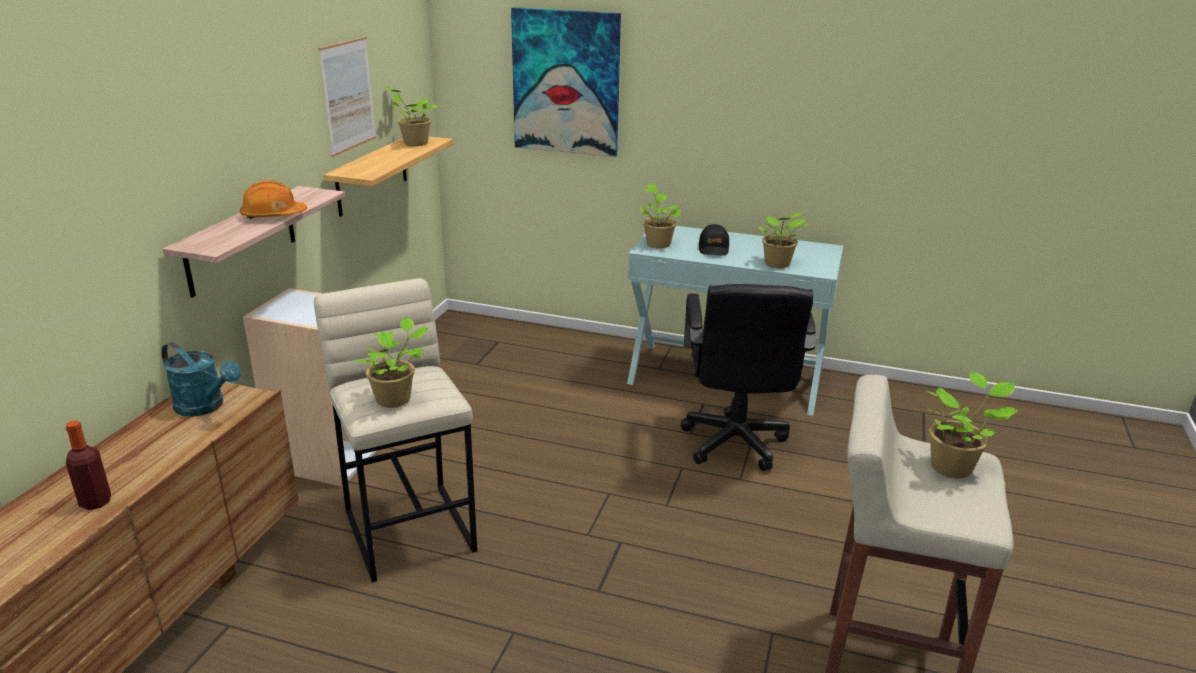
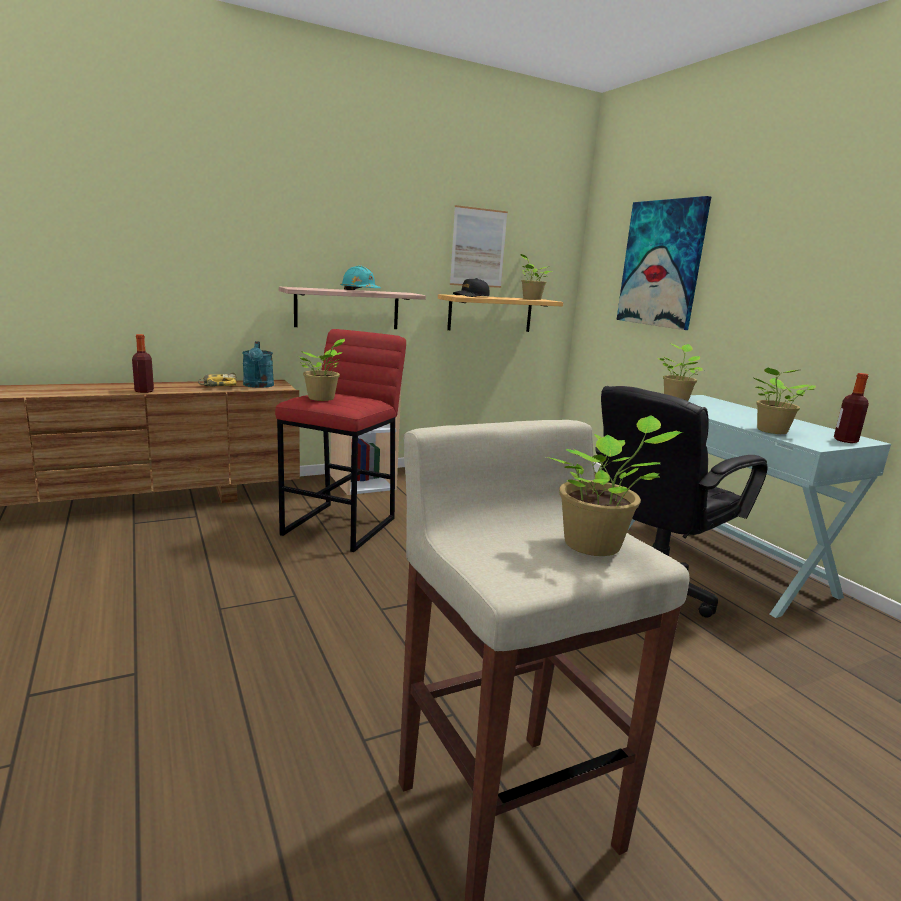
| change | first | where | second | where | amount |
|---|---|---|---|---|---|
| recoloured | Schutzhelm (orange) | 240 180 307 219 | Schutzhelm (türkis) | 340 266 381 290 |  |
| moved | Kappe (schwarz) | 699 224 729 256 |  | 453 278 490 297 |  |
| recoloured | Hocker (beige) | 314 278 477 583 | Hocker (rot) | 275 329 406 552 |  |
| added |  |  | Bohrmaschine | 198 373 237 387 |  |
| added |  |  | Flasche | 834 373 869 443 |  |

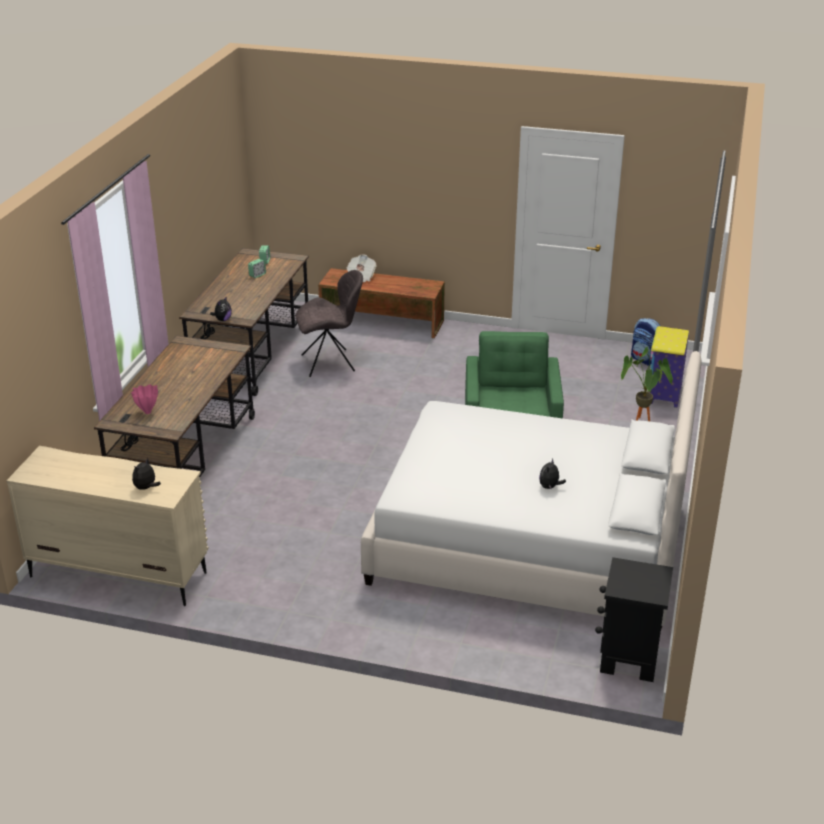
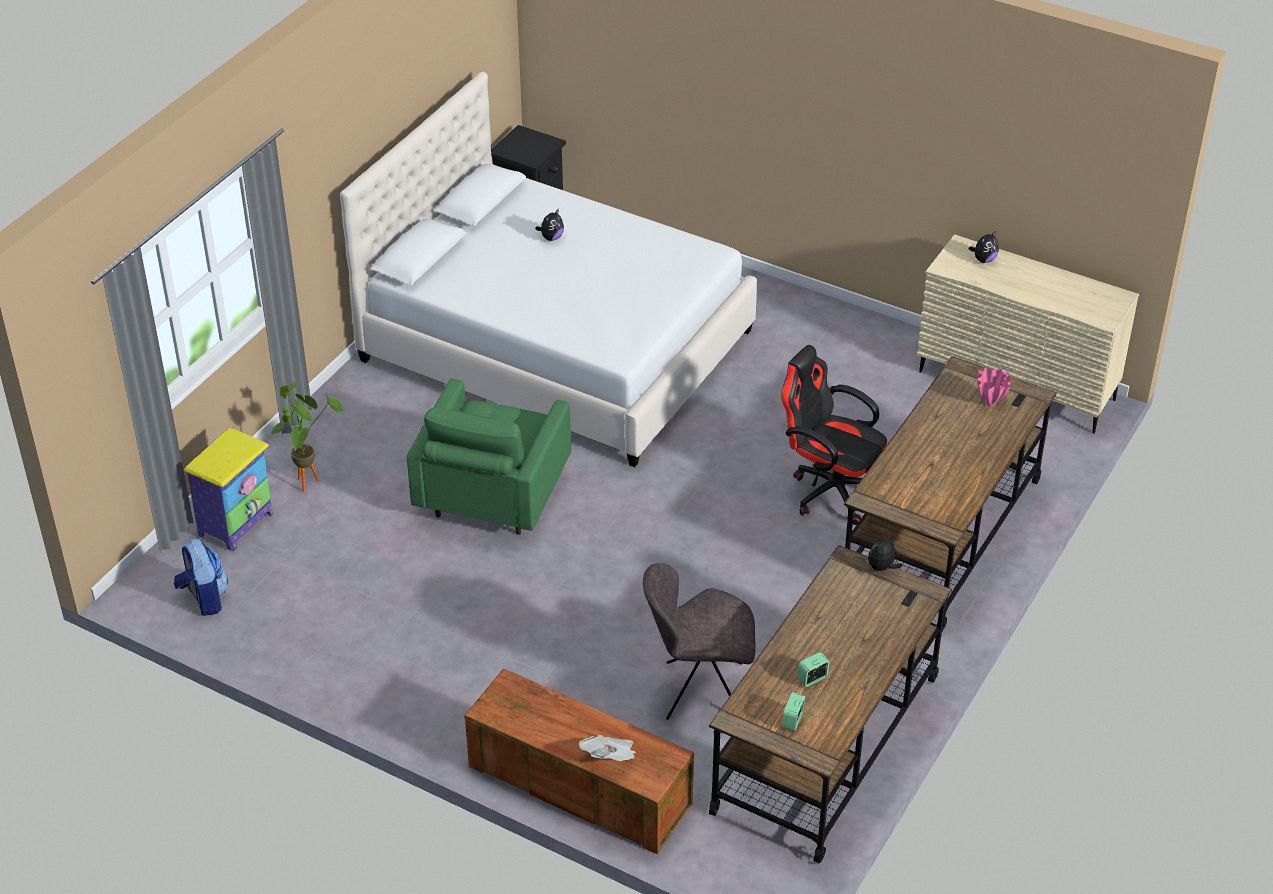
| change | first | where | second | where | amount |
|---|---|---|---|---|---|
| added |  |  | Bürostuhl (schwarz) | 781 345 887 525 |  |

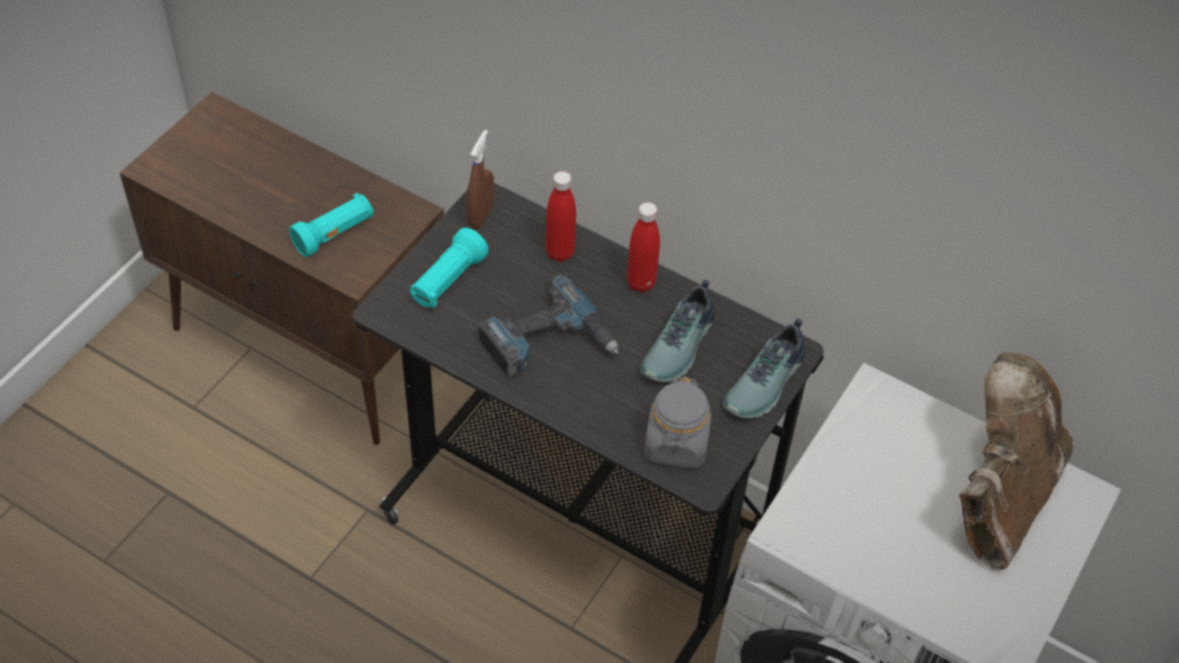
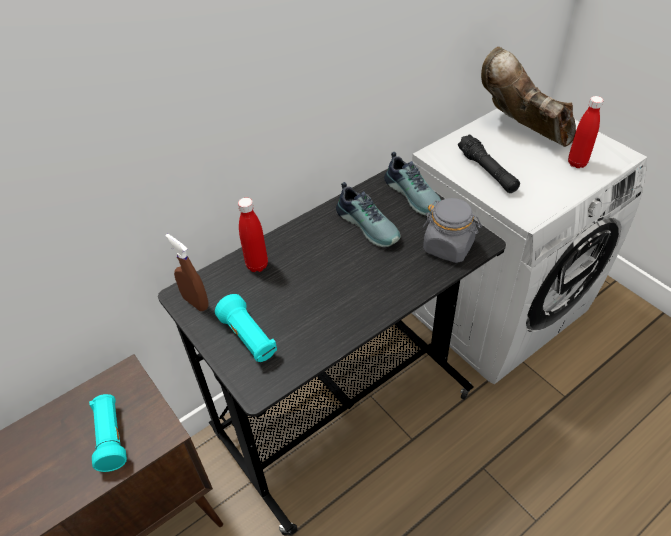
| change | first | where | second | where | amount |
|---|---|---|---|---|---|
| moved | Flasche (rot) | 627 202 660 292 |  | 568 96 604 168 |  |
| removed | Bohrmaschine | 479 275 619 378 |  |  |  |
| added |  |  | Taschenlampe (schwarz) | 458 134 520 193 |  |

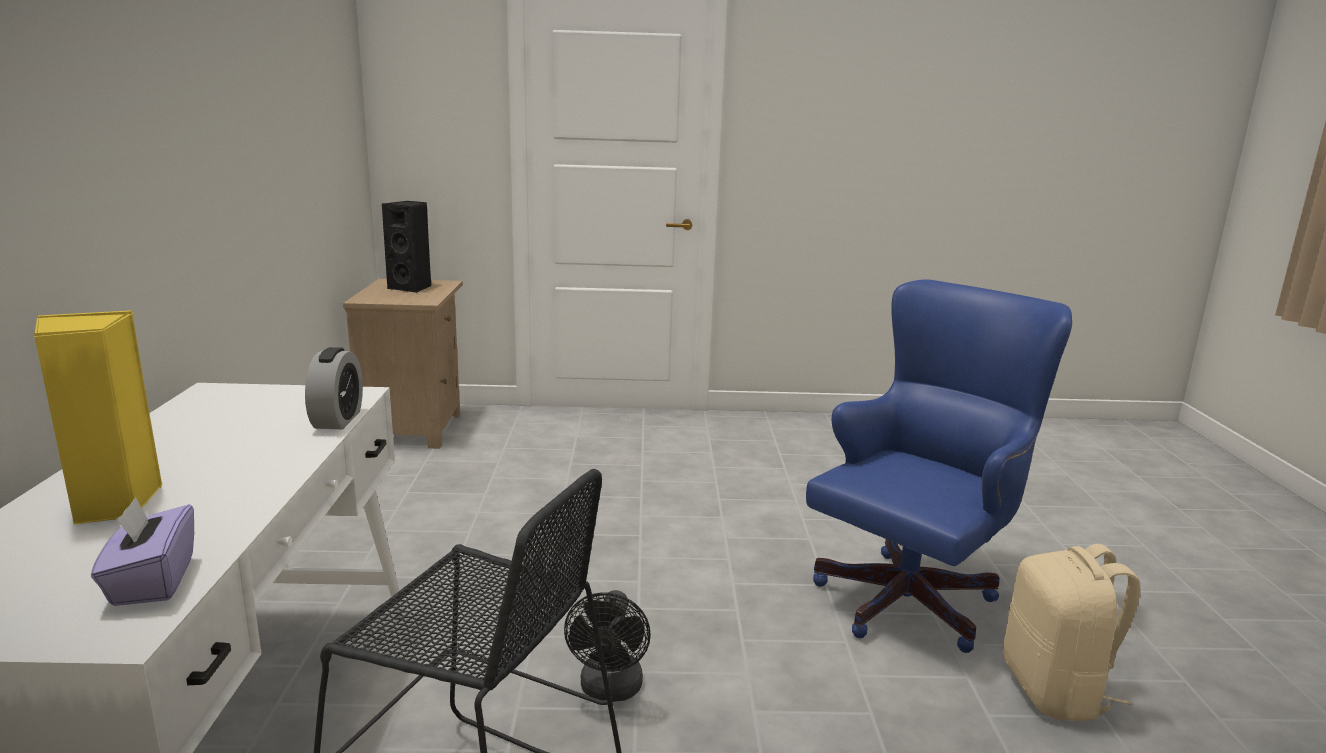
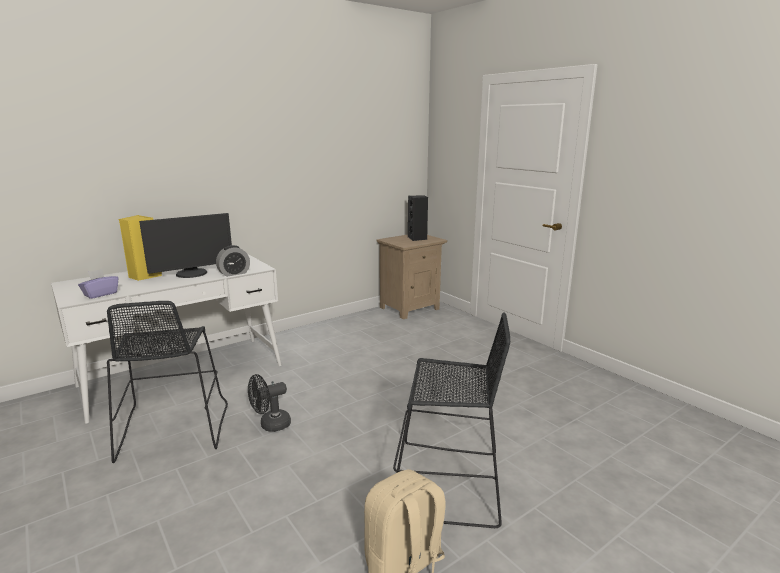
| change | first | where | second | where | amount |
|---|---|---|---|---|---|
| replaced | Bürostuhl (blau) | 806 279 1072 653 | Hocker (schwarz) | 393 312 510 528 |  |
| added |  |  | Monitor | 139 213 232 278 |  |

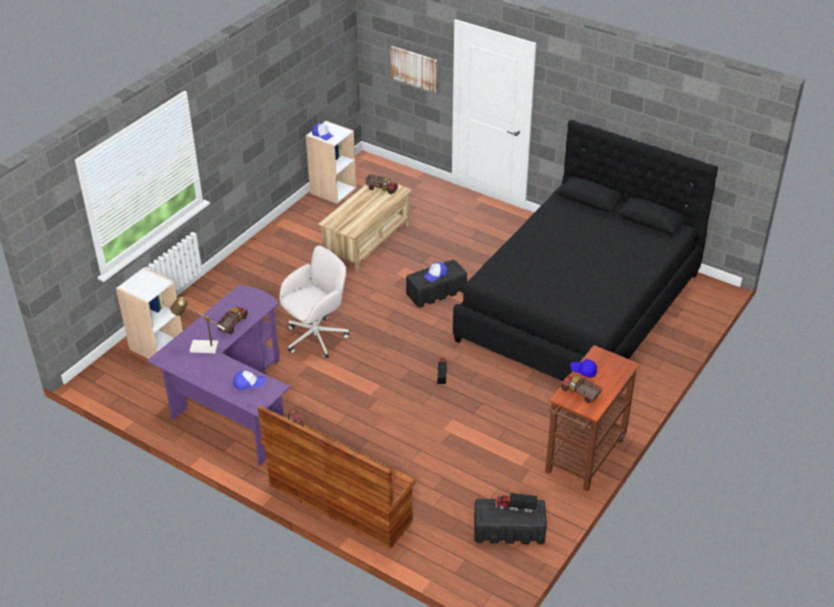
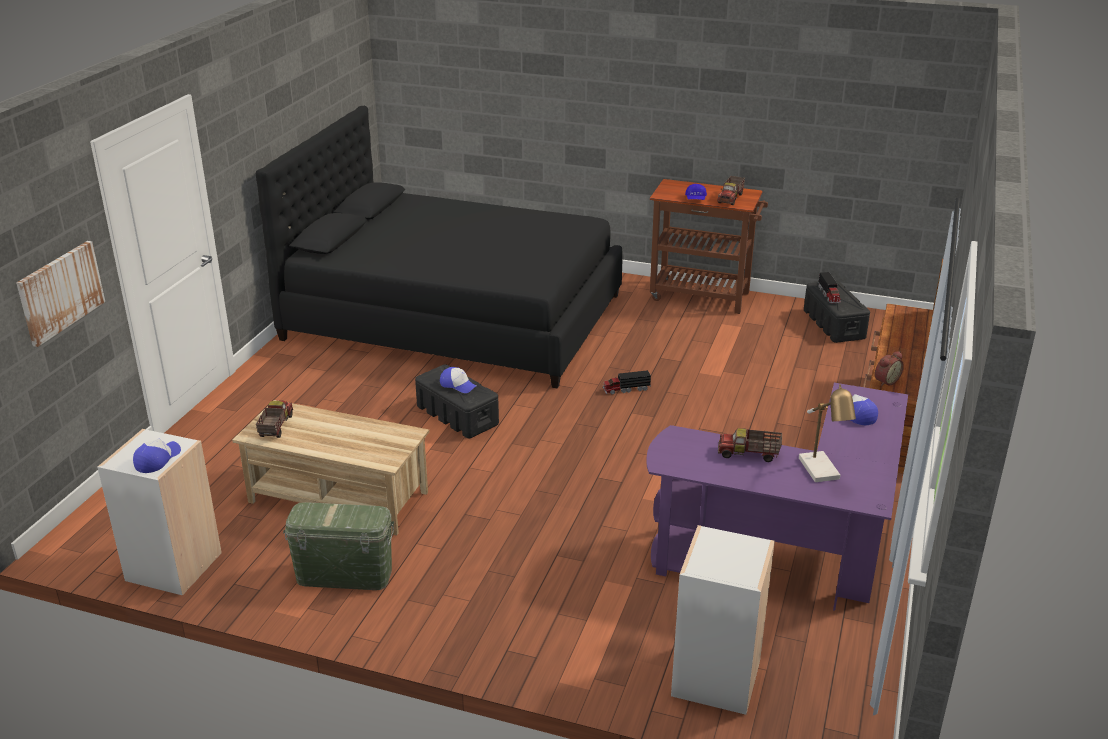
| change | first | where | second | where | amount |
|---|---|---|---|---|---|
| removed | Bürostuhl (weiß) | 280 245 349 358 |  |  |  |
| added |  |  | Aufbewahrungsbox (grün) | 283 502 394 590 |  |

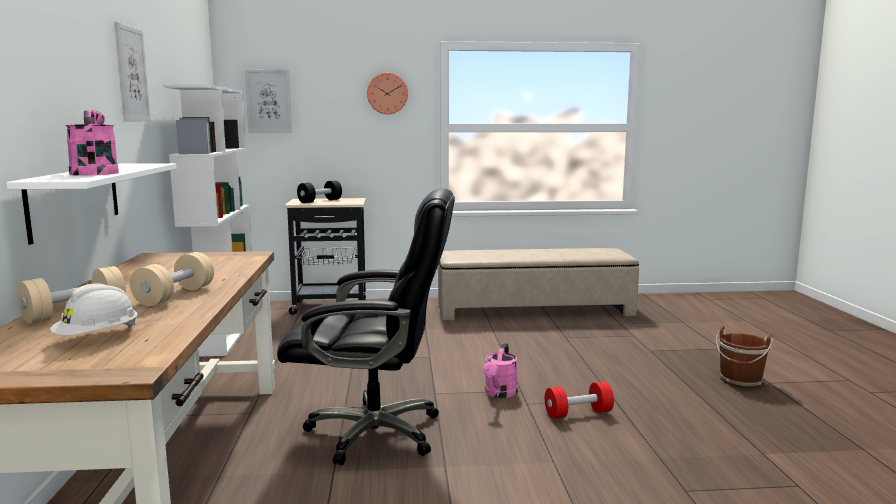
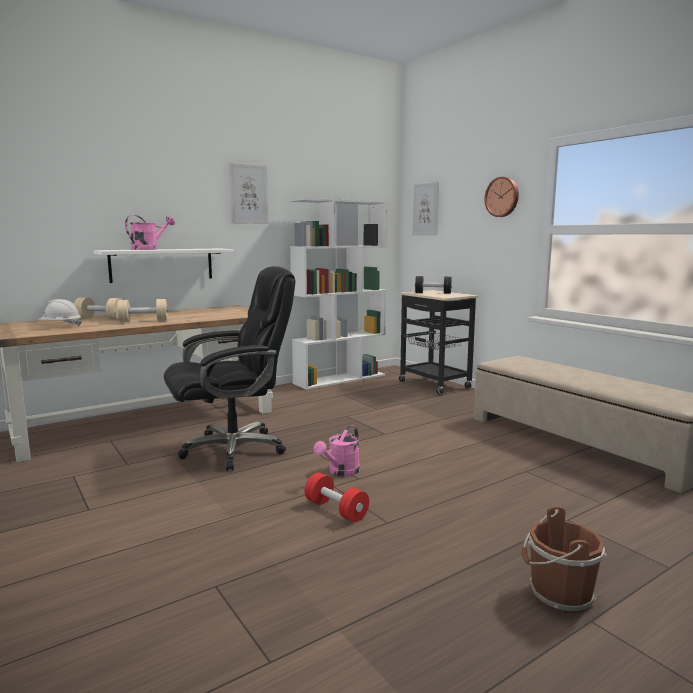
| change | first | where | second | where | amount |
|---|---|---|---|---|---|
| turned | Bürostuhl (schwarz) | 277 188 455 466 |  | 164 266 295 471 | 90 degrees counterclockwise |
| turned | Gießkanne (rosa) | 483 343 517 398 |  | 314 425 360 477 | 45 degrees counterclockwise |

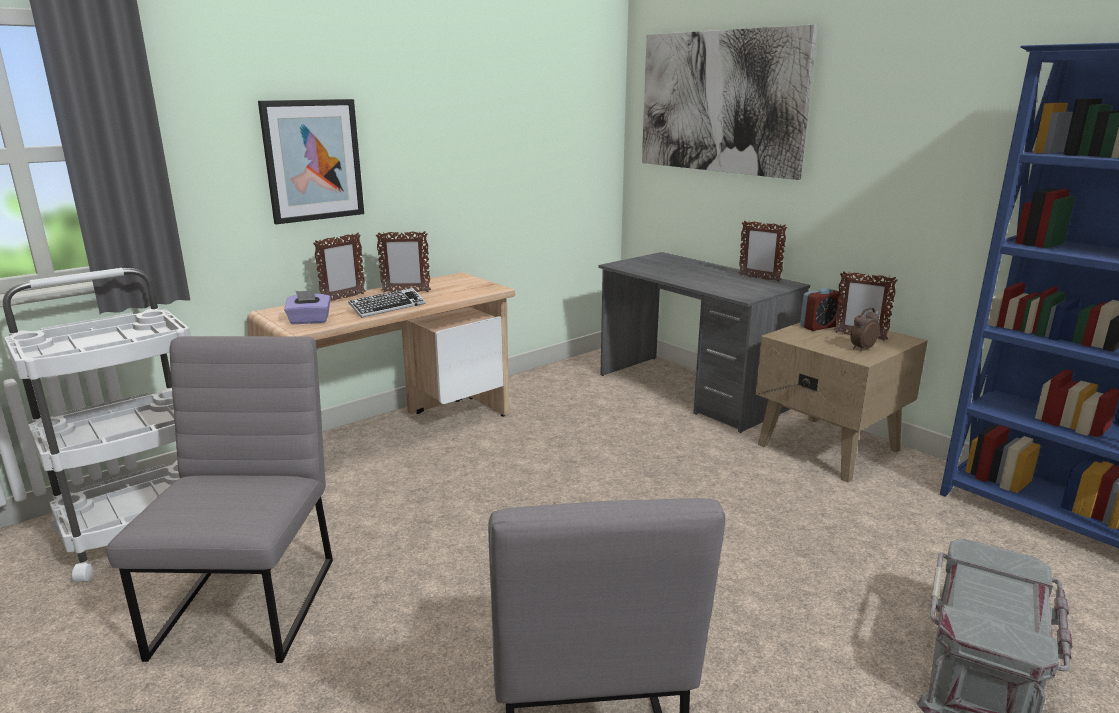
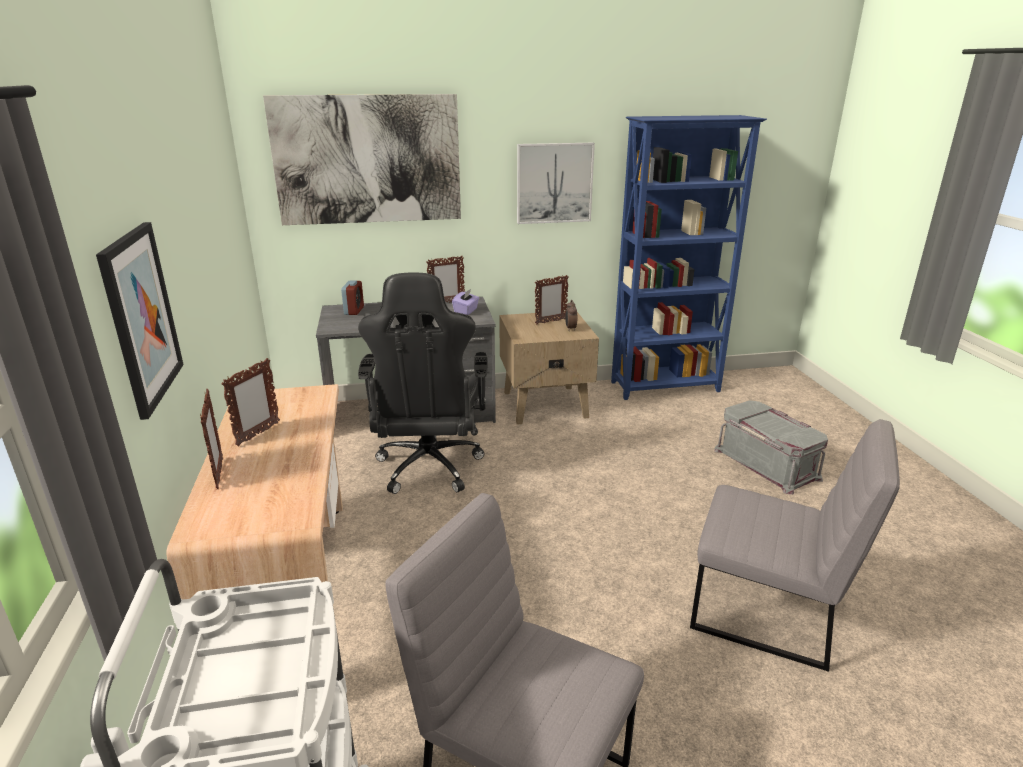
| change | first | where | second | where | amount |
|---|---|---|---|---|---|
| removed | Tastatur | 348 288 426 318 |  |  |  |
| moved | Wecker | 800 288 841 331 |  | 341 280 364 315 |  |
| moved | Taschentuchbox (lila) | 284 291 331 324 |  | 452 288 479 315 |  |
| added |  |  | Bild | 517 143 595 224 |  |
| added |  |  | Bürostuhl (schwarz) | 358 273 488 494 |  |

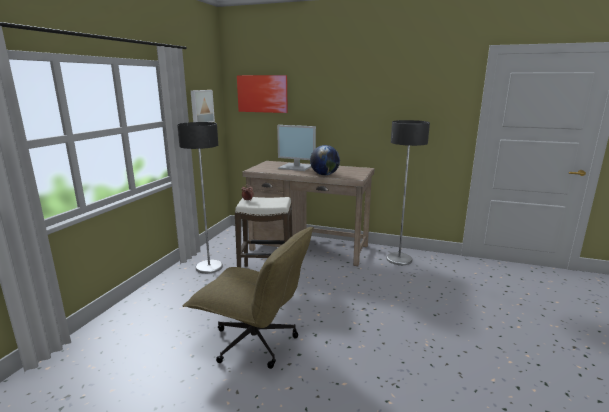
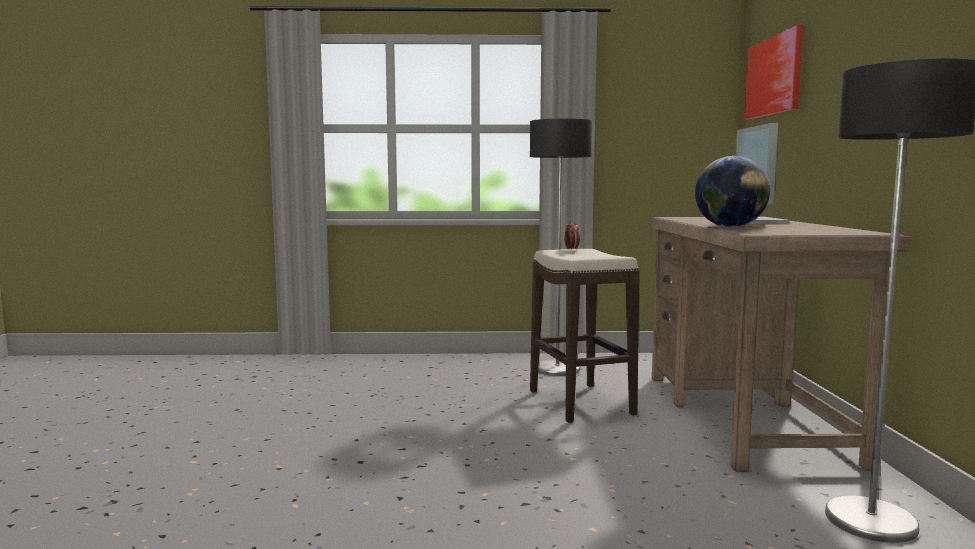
| change | first | where | second | where | amount |
|---|---|---|---|---|---|
| removed | Bild | 191 90 215 122 |  |  |  |
| removed | Bürostuhl (beige) | 183 227 314 369 |  |  |  |

